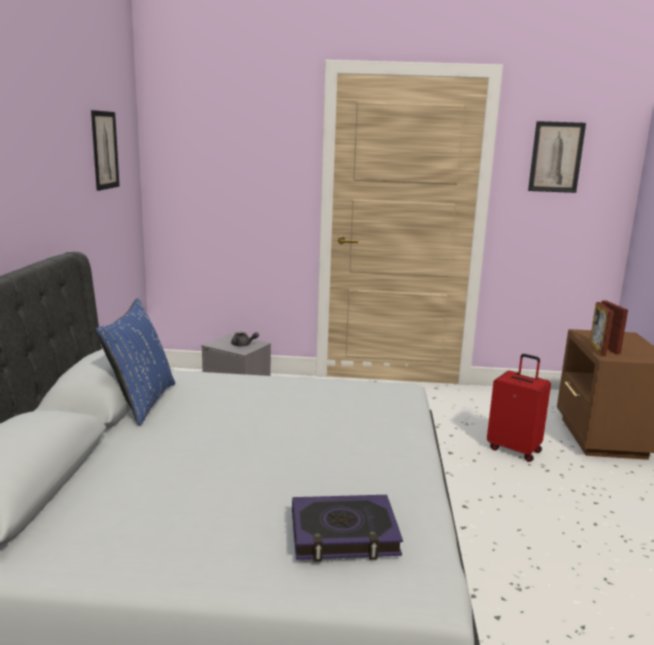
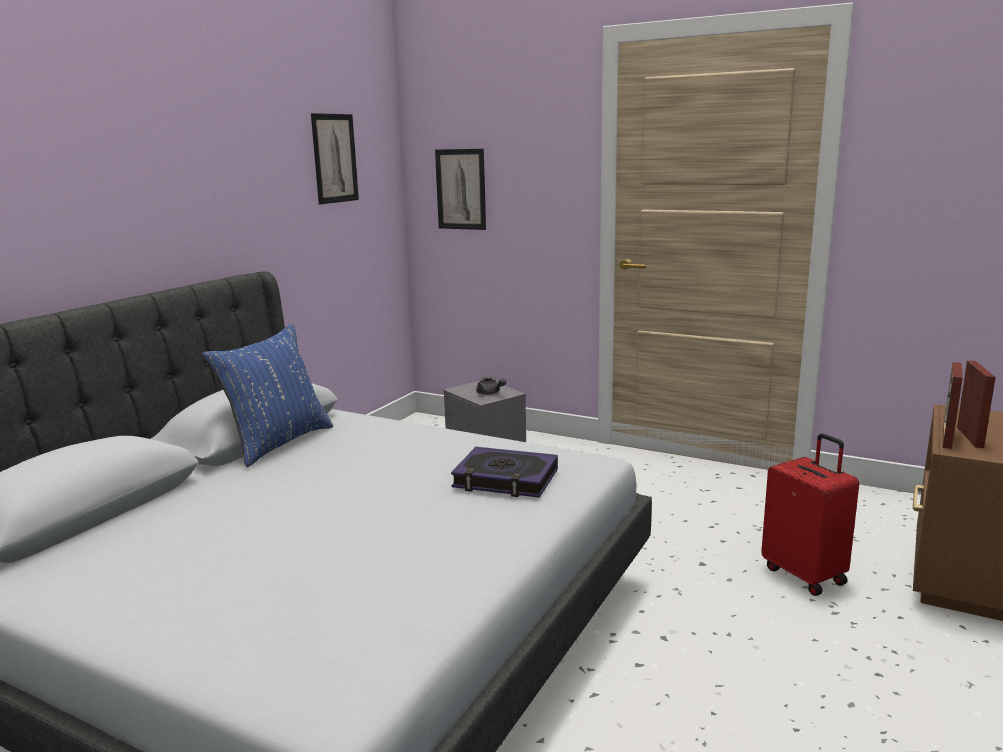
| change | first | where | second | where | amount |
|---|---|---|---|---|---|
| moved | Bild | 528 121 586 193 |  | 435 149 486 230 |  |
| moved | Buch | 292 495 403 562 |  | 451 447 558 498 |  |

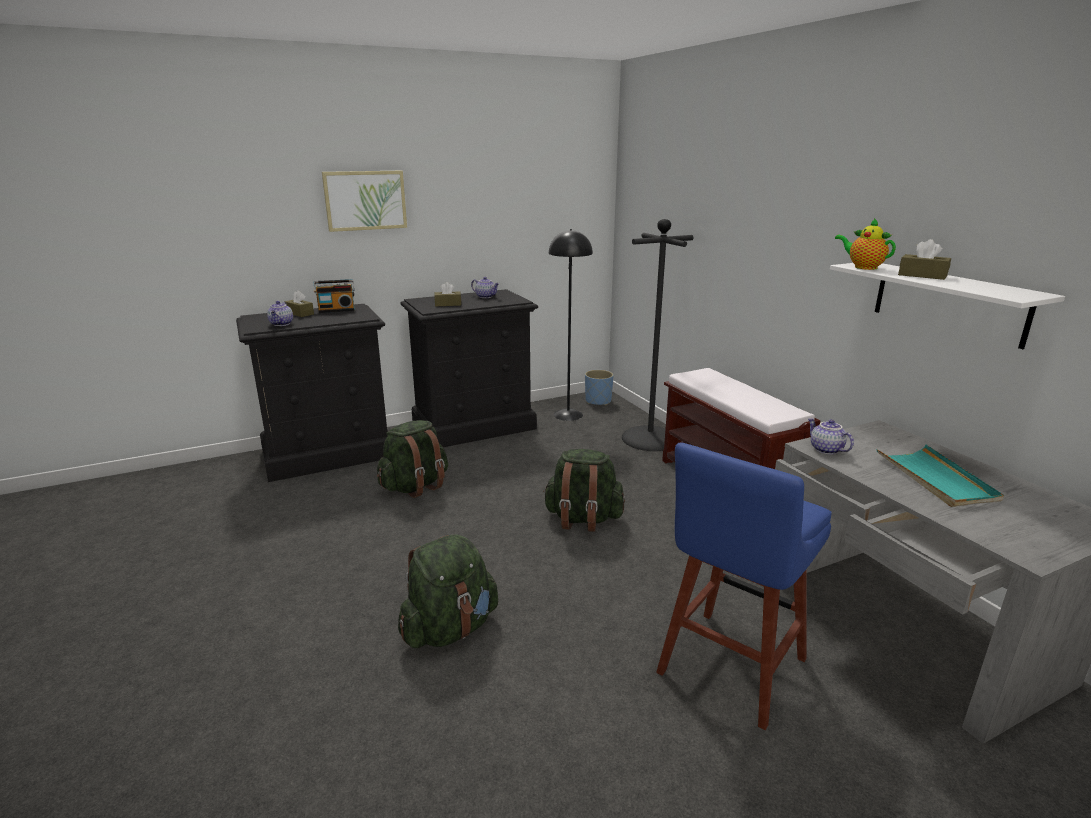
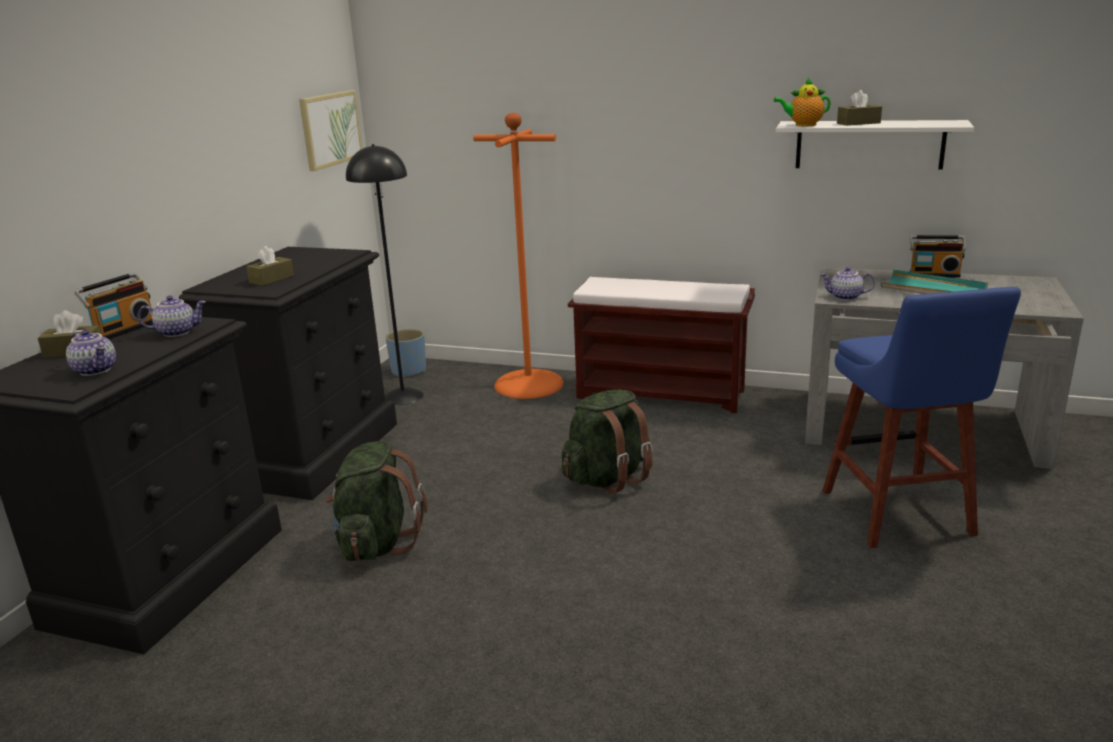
| change | first | where | second | where | amount |
|---|---|---|---|---|---|
| moved | Bild | 322 171 407 232 |  | 299 90 363 171 |  |
| recoloured | Kleiderständer (schwarz) | 622 219 694 451 | Kleiderständer (orange) | 473 113 564 399 |  |
| moved | Teekanne | 471 277 499 298 |  | 137 296 206 337 |  |
| removed | Rucksack (grün) | 398 534 498 649 |  |  |  |
| added |  |  | Radio | 909 235 966 278 |  |

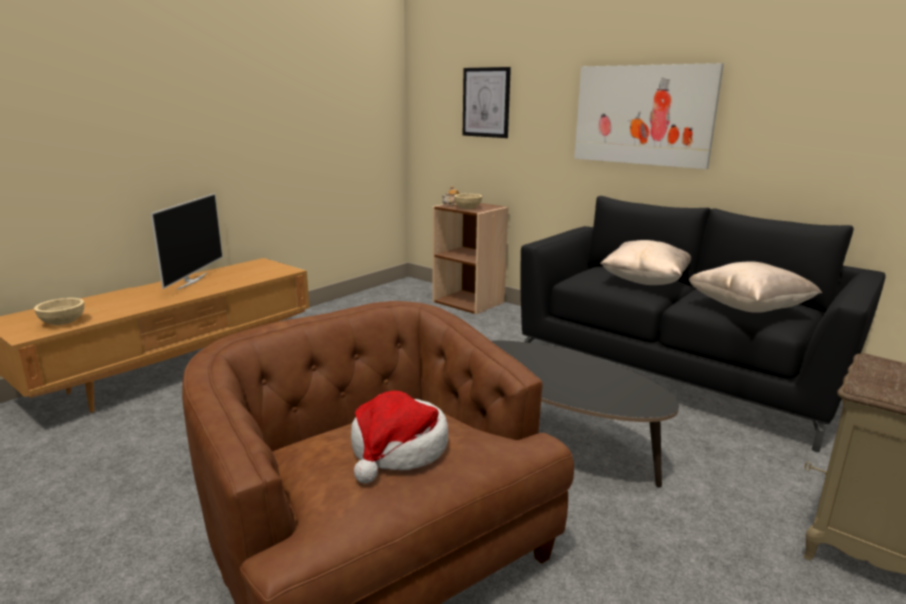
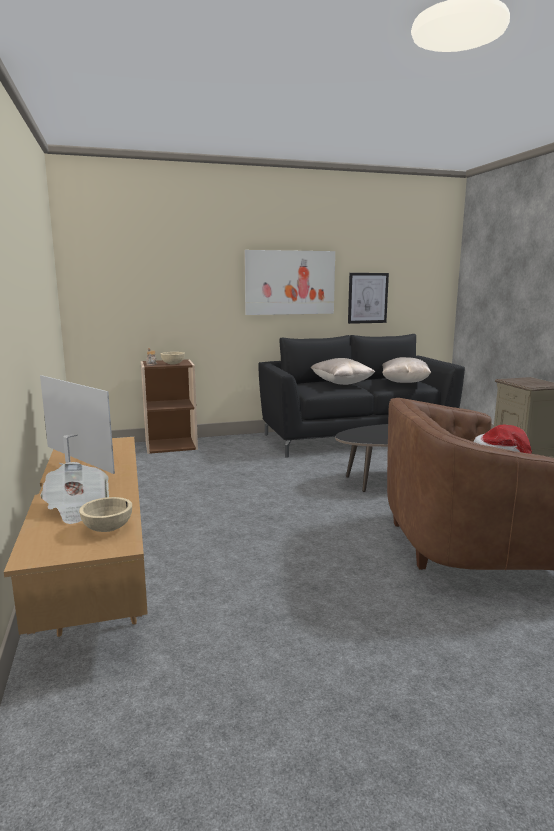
| change | first | where | second | where | amount |
|---|---|---|---|---|---|
| moved | Bild | 463 67 511 138 |  | 348 273 389 324 |  |
| added |  |  | Zeitung | 41 462 109 524 |  |

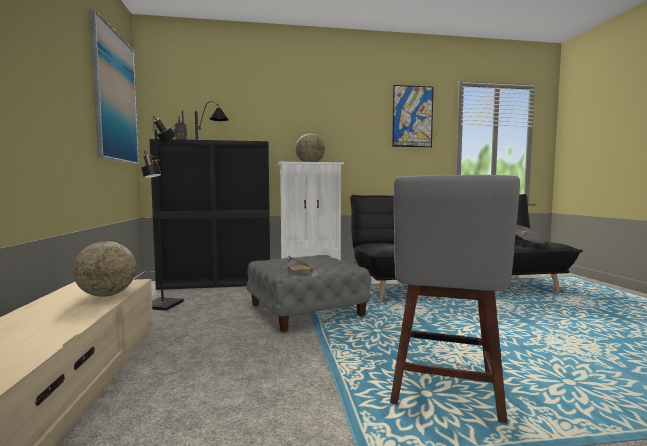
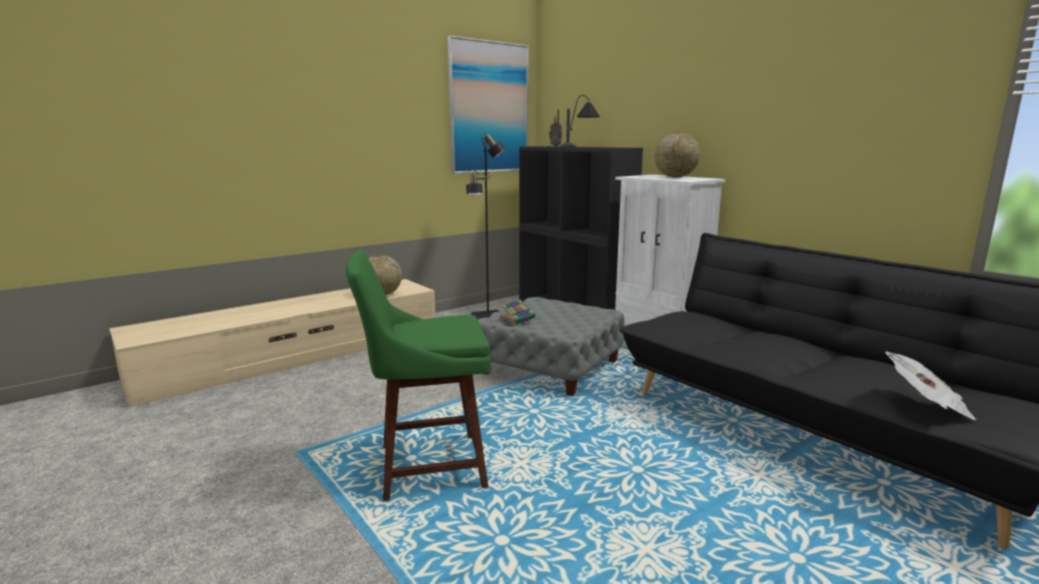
| change | first | where | second | where | amount |
|---|---|---|---|---|---|
| removed | Bild | 392 85 433 147 |  |  |  |
| recoloured | Hocker (grau) | 390 175 520 423 | Hocker (grün) | 346 251 491 501 |  |

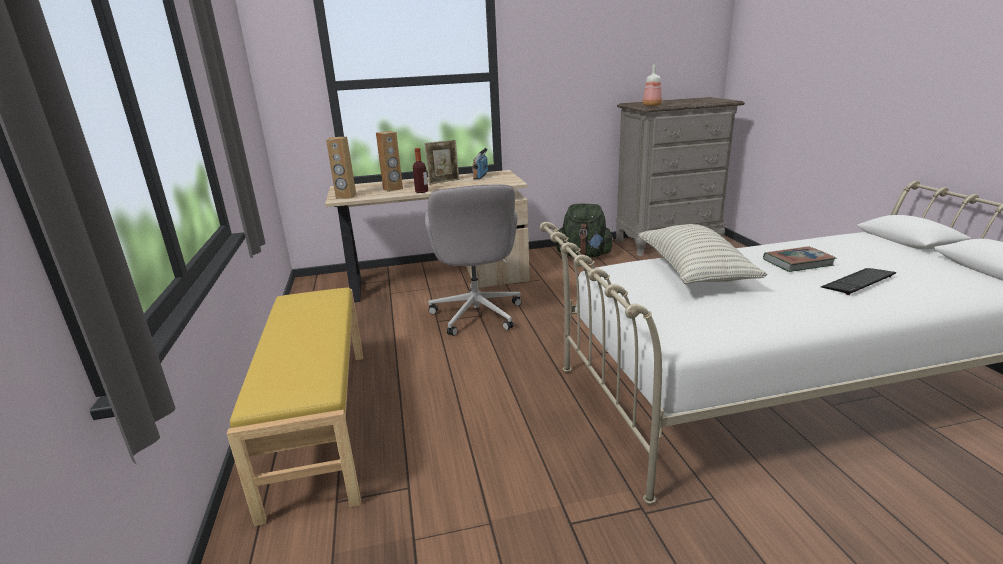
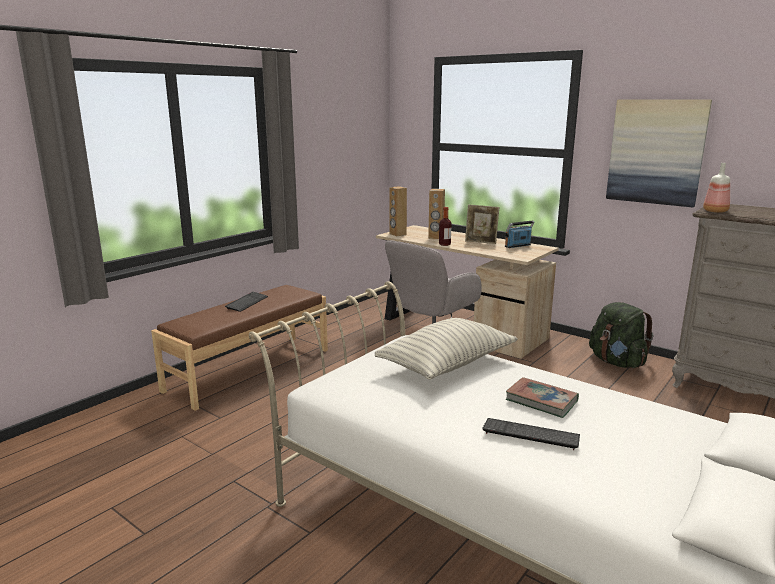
| change | first | where | second | where | amount |
|---|---|---|---|---|---|
| recoloured | Bank (gelb) | 227 288 363 526 | Bank (braun) | 151 285 328 411 |  |
| added |  |  | Bild | 606 99 712 207 |  |
| added |  |  | Tastatur | 225 292 268 312 |  |

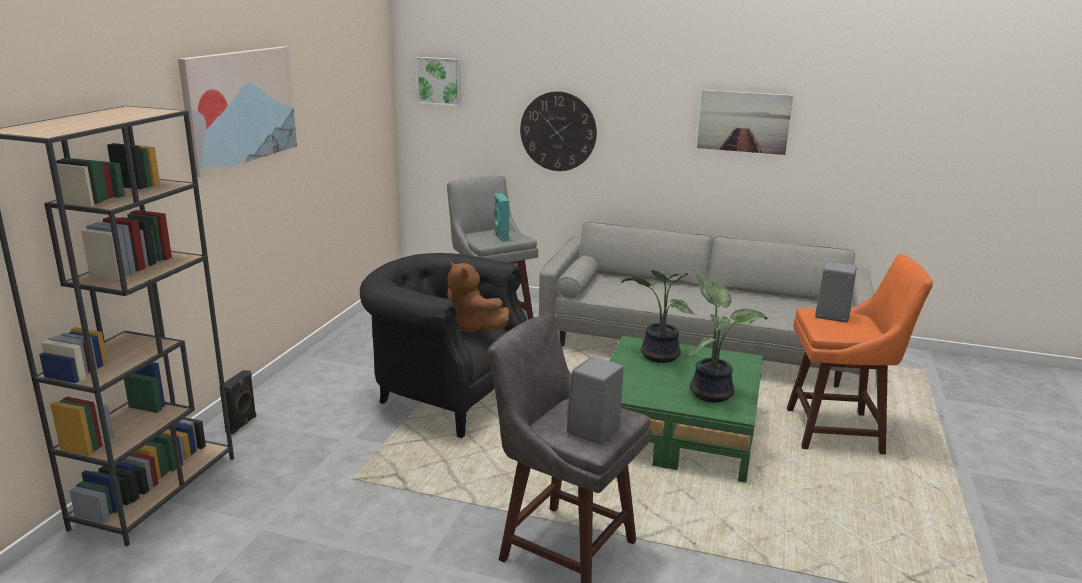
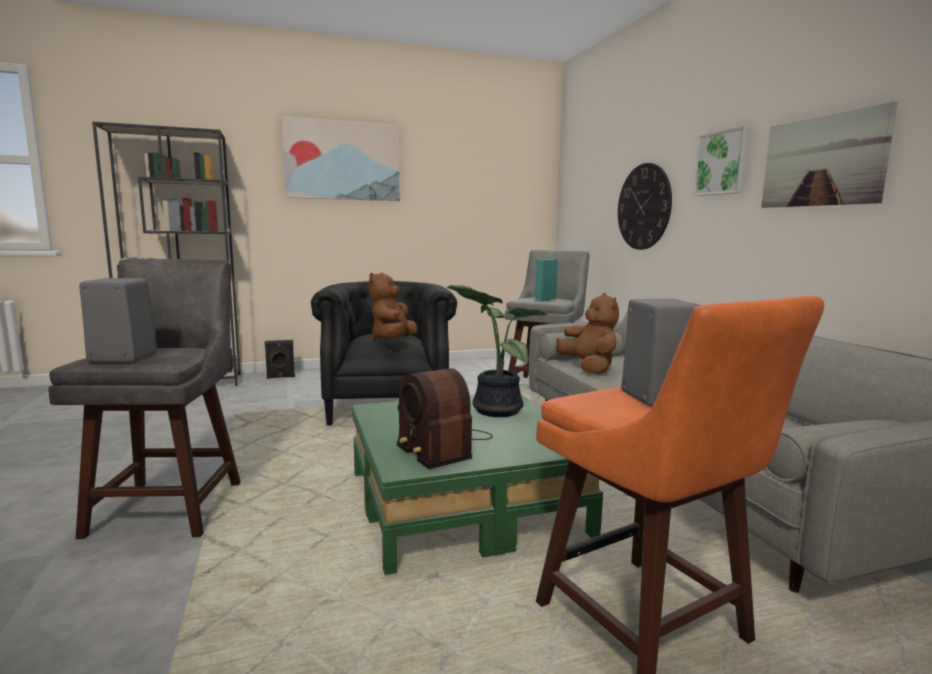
| change | first | where | second | where | amount |
|---|---|---|---|---|---|
| moved | Bild | 416 57 461 107 |  | 693 126 751 196 |  |
| replaced | Topfpflanze | 689 275 768 403 | Radio | 396 368 493 469 |  |
| added |  |  | Plüschtier (braun) | 556 293 619 374 |  |

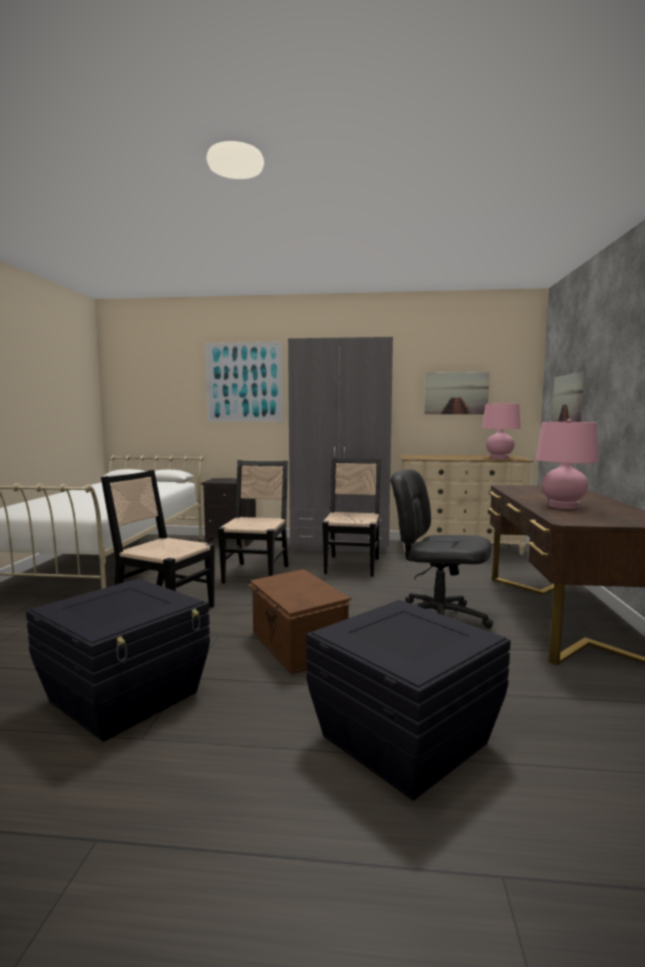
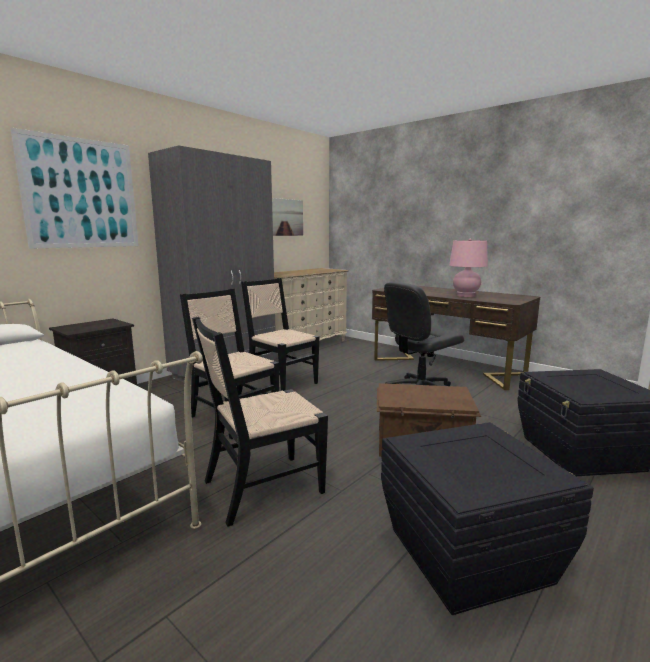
| change | first | where | second | where | amount |
|---|---|---|---|---|---|
| removed | Bild | 552 372 584 422 |  |  |  |
| removed | Tischlampe (rosa) | 482 401 521 459 |  |  |  |

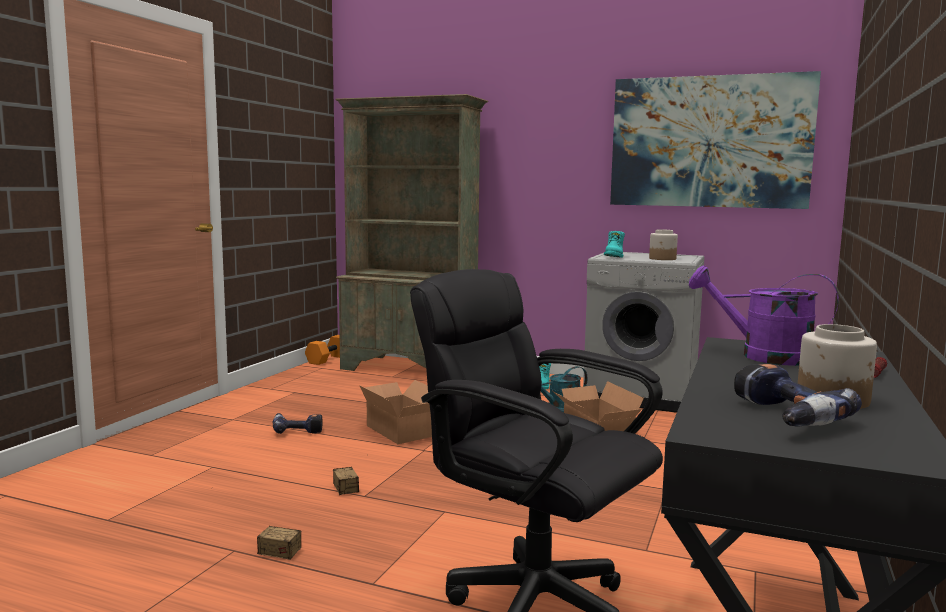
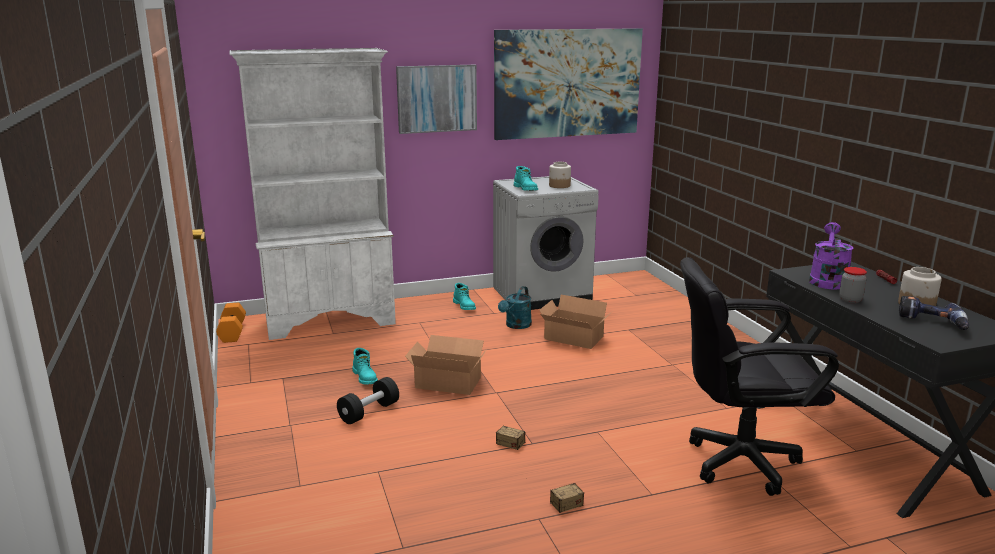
| change | first | where | second | where | amount |
|---|---|---|---|---|---|
| recoloured | Bücherregal (grün) | 335 94 488 371 | Bücherregal (weiß) | 229 48 396 340 |  |
| turned | Gießkanne (lila) | 689 265 839 366 |  | 809 222 854 289 | 120 degrees clockwise |
| replaced | Bohrmaschine | 273 413 322 434 | Hantel (schwarz) | 337 377 399 424 |  |
| added |  |  | Bild | 396 65 477 134 |  |
| added |  |  | Vorratsglas | 839 267 867 303 |  |
| added |  |  | Stiefel (türkis) | 352 348 378 385 |  |

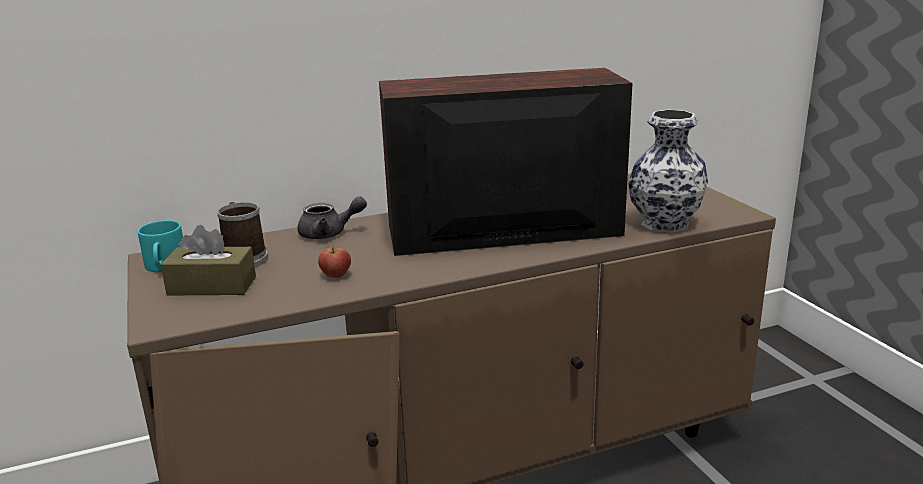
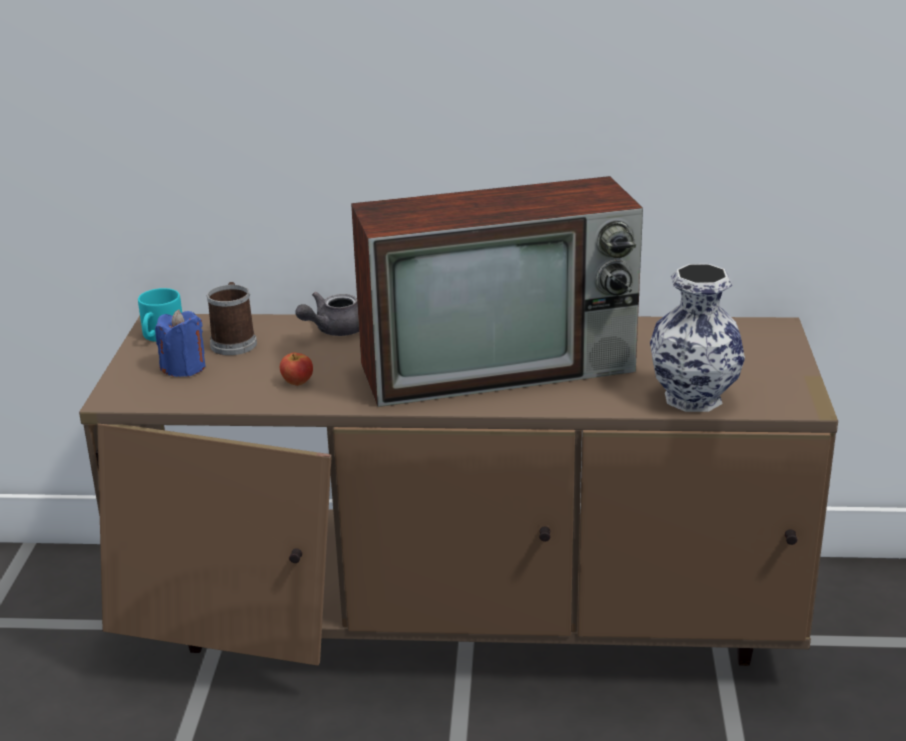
| change | first | where | second | where | amount |
|---|---|---|---|---|---|
| turned | Fernseher | 379 68 633 256 |  | 351 176 643 407 | 150 degrees clockwise |
| turned | Teekanne (grau) | 297 196 367 239 |  | 296 292 359 336 | 120 degrees clockwise |
| replaced | Taschentuchbox (braun) | 161 225 256 295 | Kerze (blau) | 155 309 205 377 |  |

